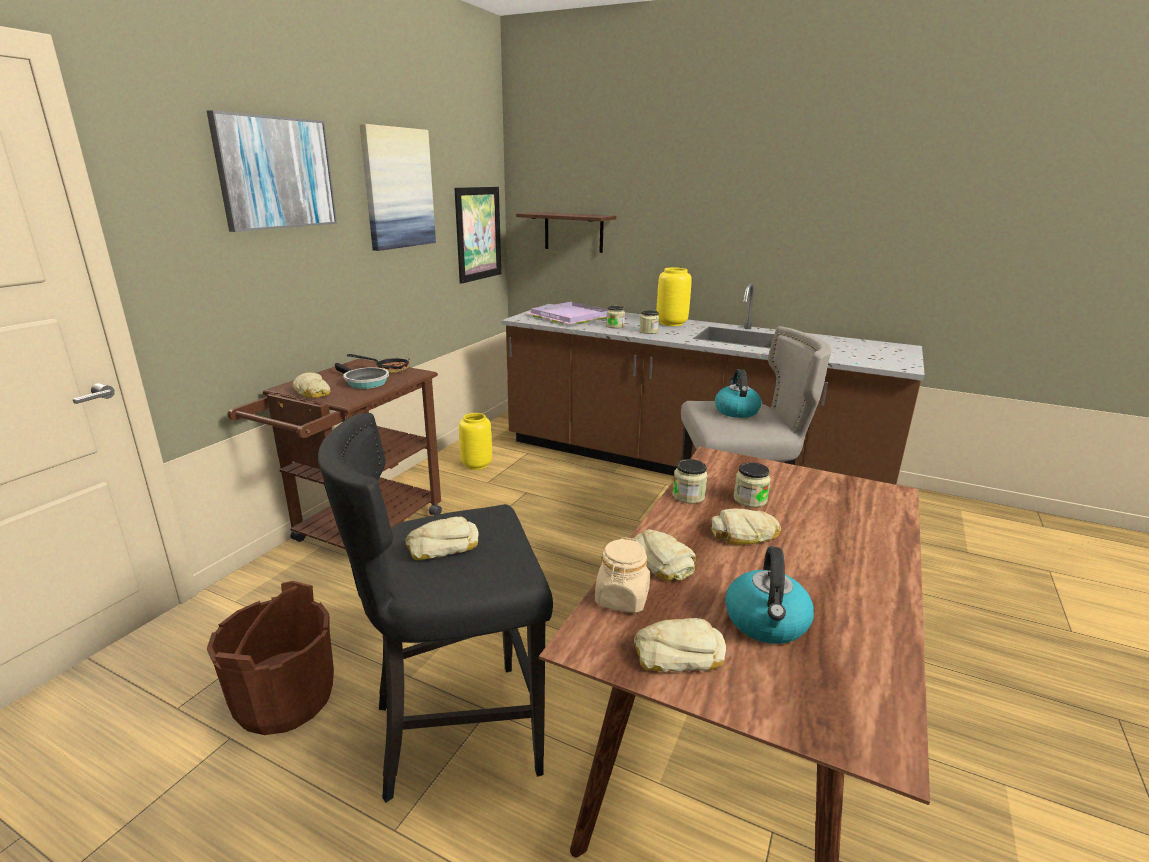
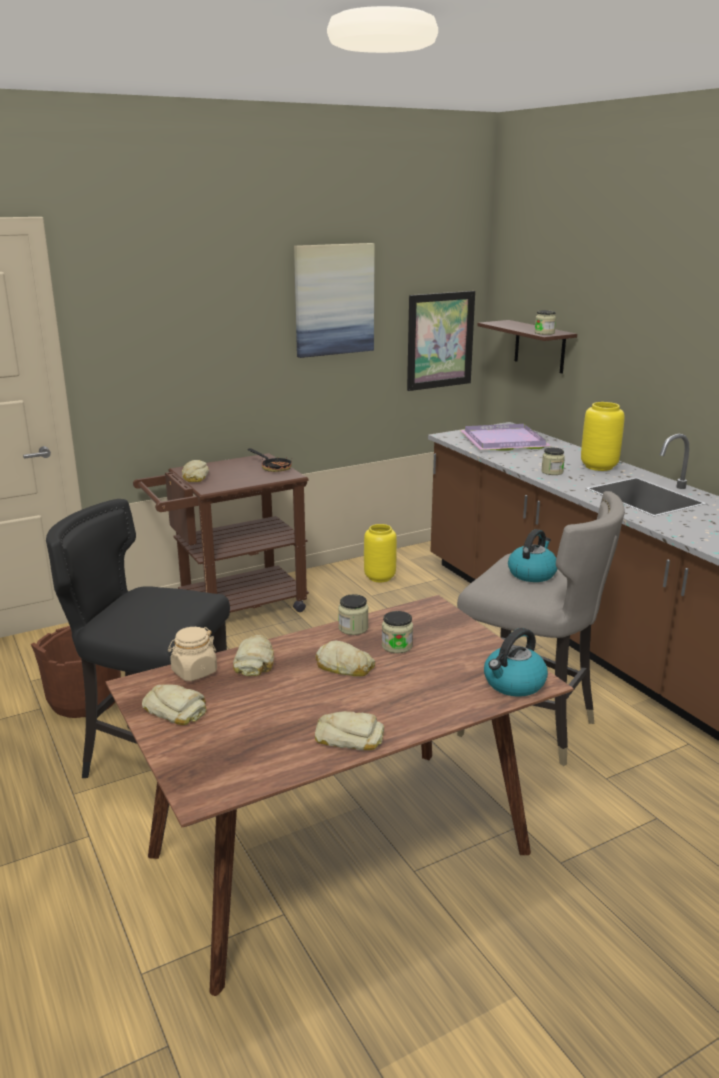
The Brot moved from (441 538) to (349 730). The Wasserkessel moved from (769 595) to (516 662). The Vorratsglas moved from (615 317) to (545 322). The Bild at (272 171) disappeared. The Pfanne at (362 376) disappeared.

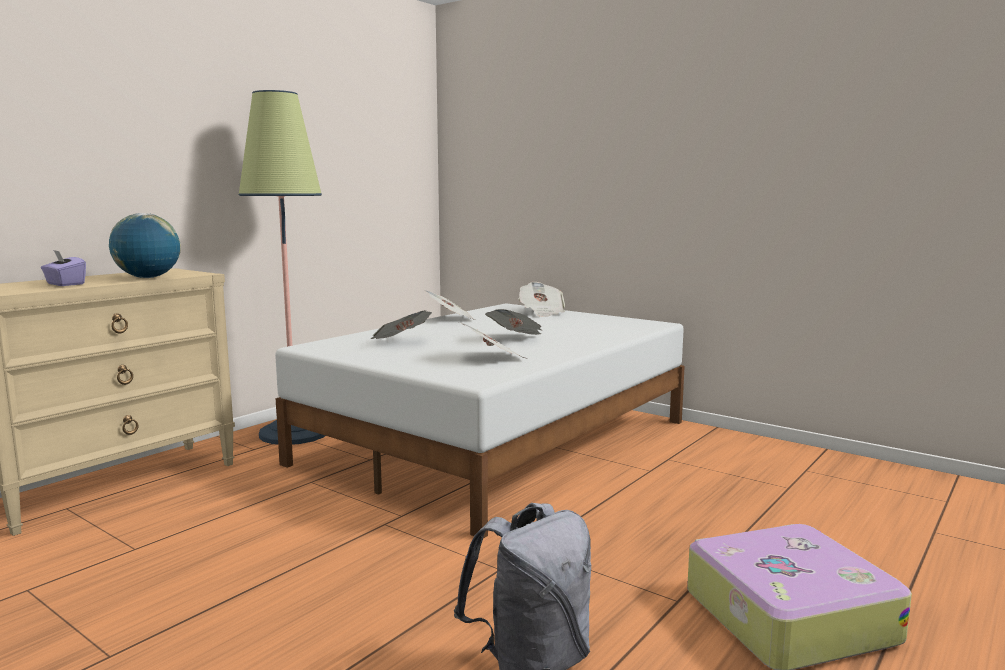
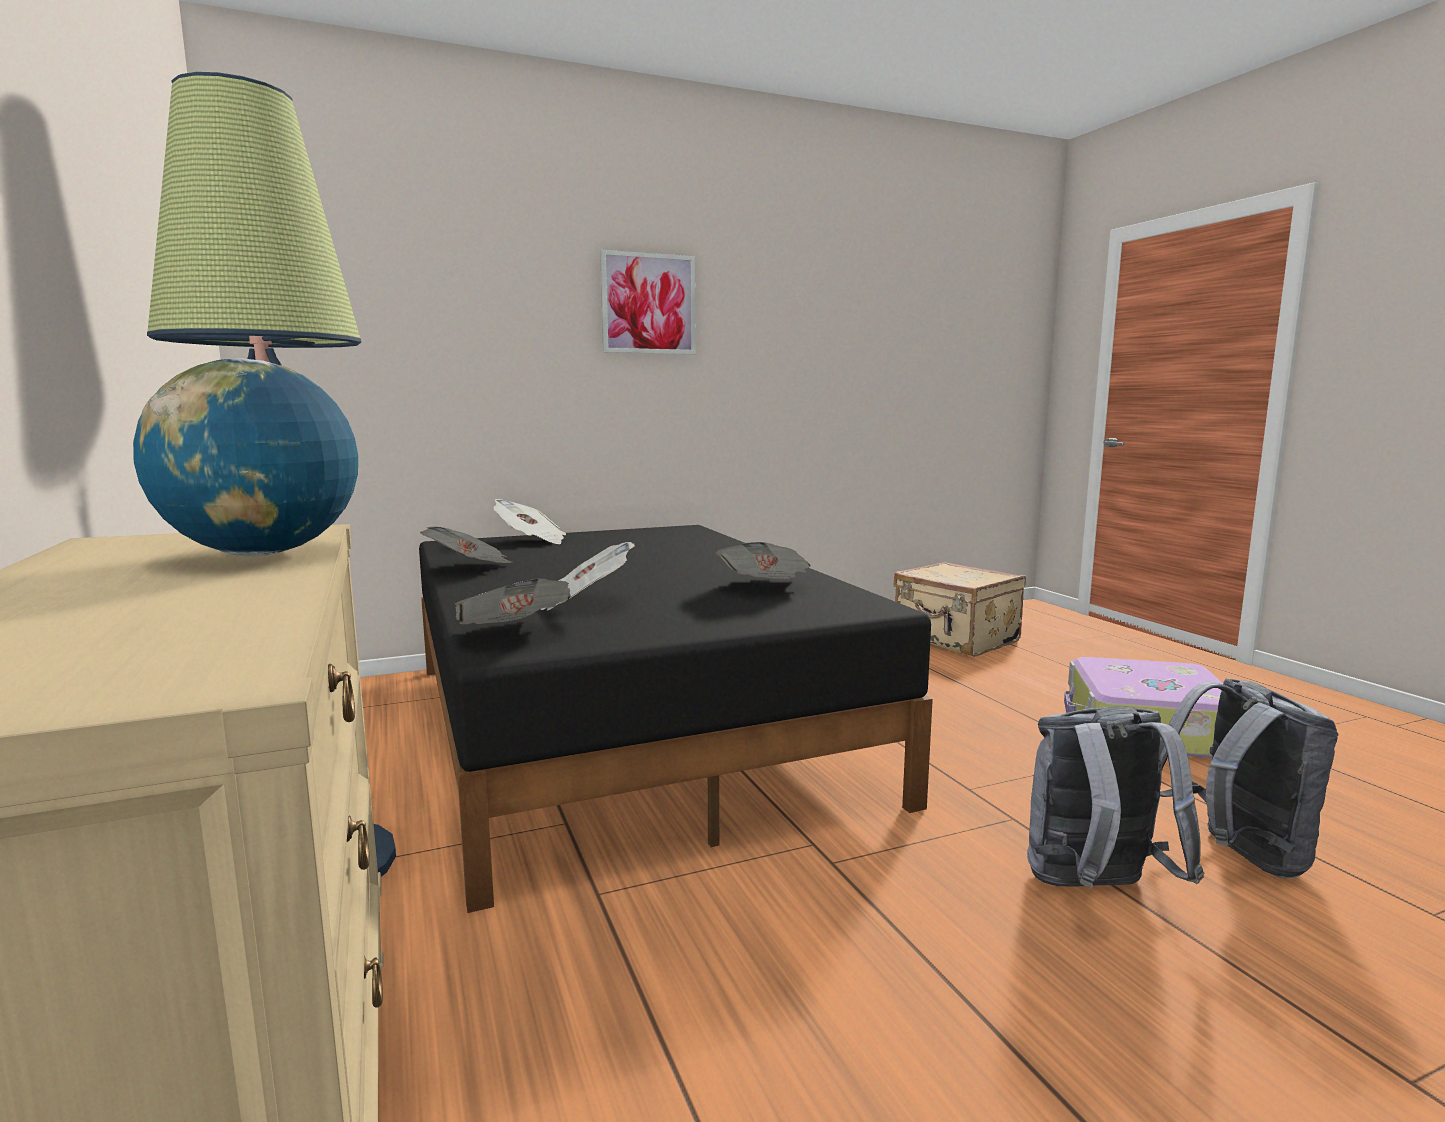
The Bett [weiß] at (480 421) became the Bett [schwarz] at (676 719). The Zeitung moved from (513 322) to (513 601). The Bild at (648 302) appeared. The Koffer [beige] at (959 609) appeared. The Rucksack [grau] at (1115 797) appeared. The Taschentuchbox [lila] at (63 268) disappeared.

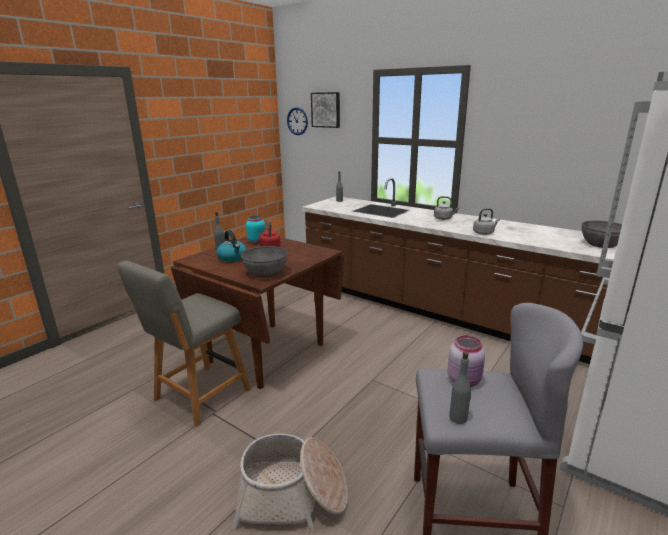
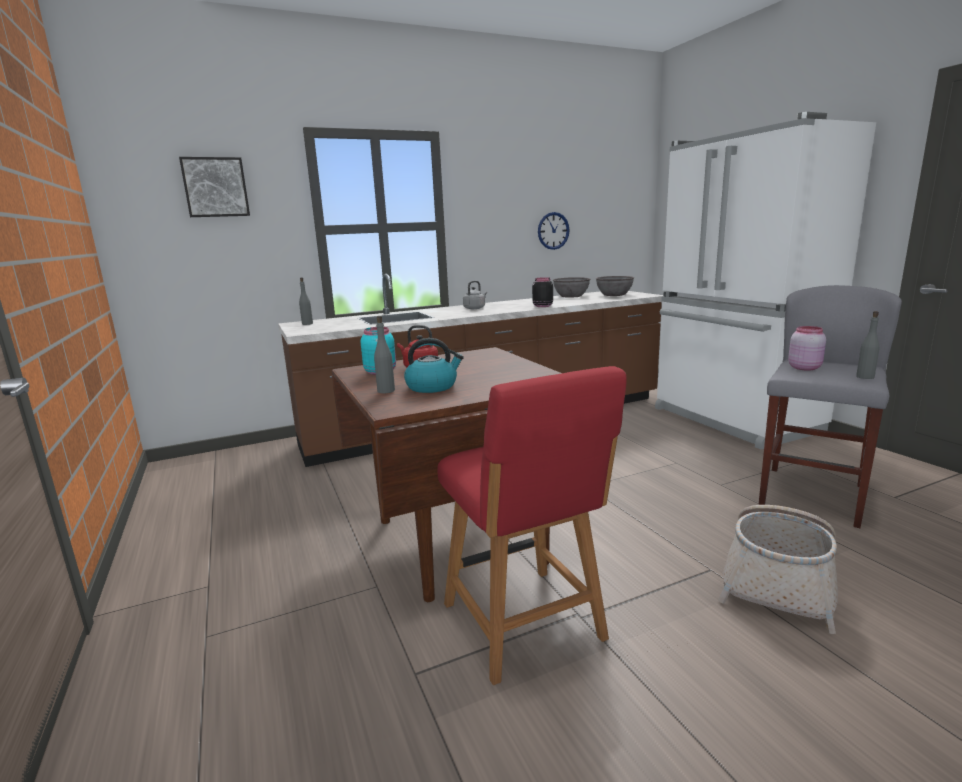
The Stuhl [grau] at (184 343) became the Stuhl [rot] at (532 525). The Wasserkessel [grau] at (486 221) was replaced by the Vorratsglas [schwarz] at (542 292). The Wanduhr moved from (297 121) to (554 231). The Schüssel [grau] moved from (264 262) to (571 287).

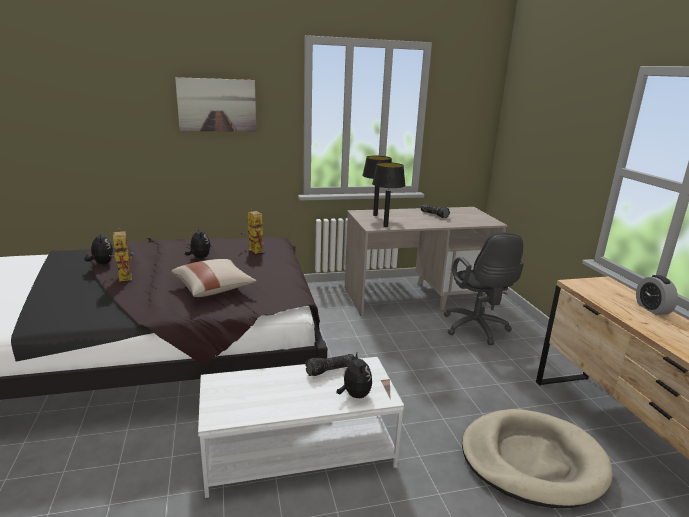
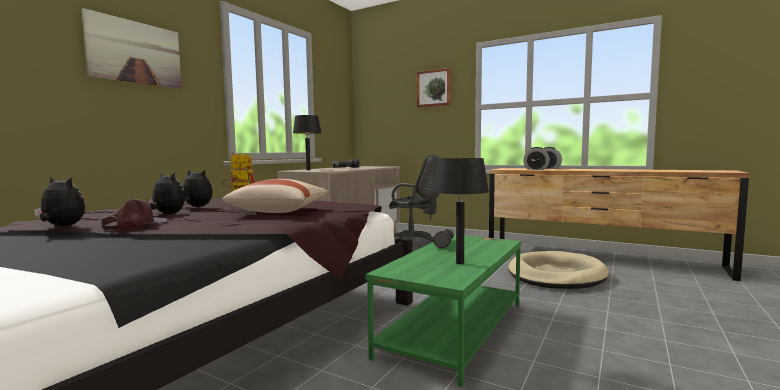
The Spielzeugroboter at (121 255) was replaced by the Kappe [braun] at (134 214). The Plüschtier moved from (354 374) to (166 193). The Couchtisch [weiß] at (301 427) became the Couchtisch [grün] at (443 310). The Bild at (434 87) appeared. The Tischlampe [schwarz] moved from (388 194) to (461 211). The Wecker at (536 158) appeared.

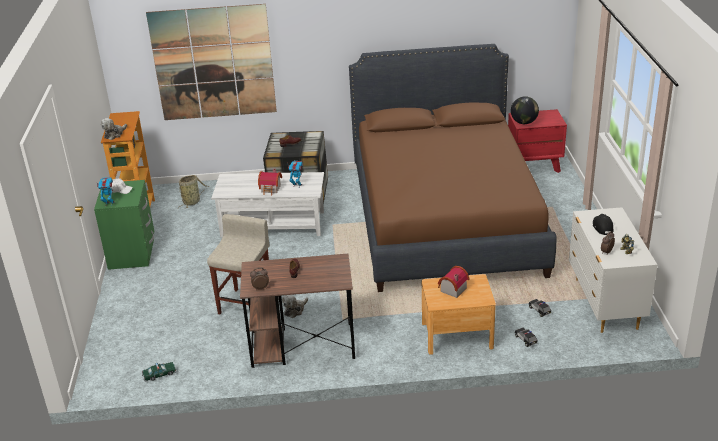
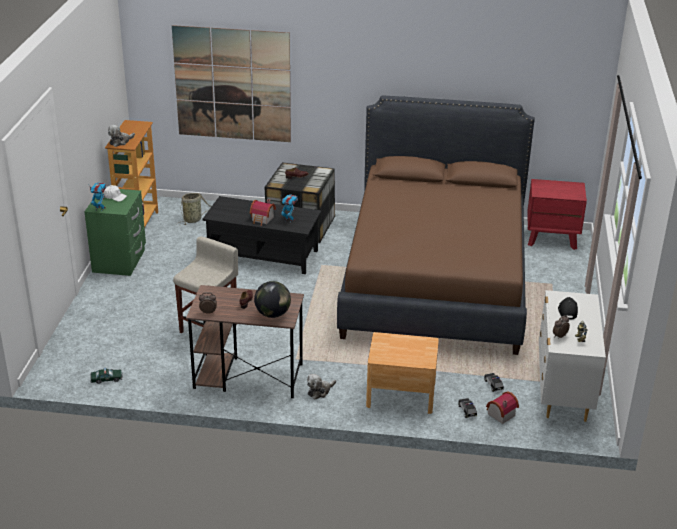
The Couchtisch [weiß] at (267 204) became the Couchtisch [schwarz] at (261 235). The Globus moved from (525 110) to (272 299). The Plüschtier moved from (295 306) to (321 386). The Spielzeughaus moved from (453 282) to (502 407).

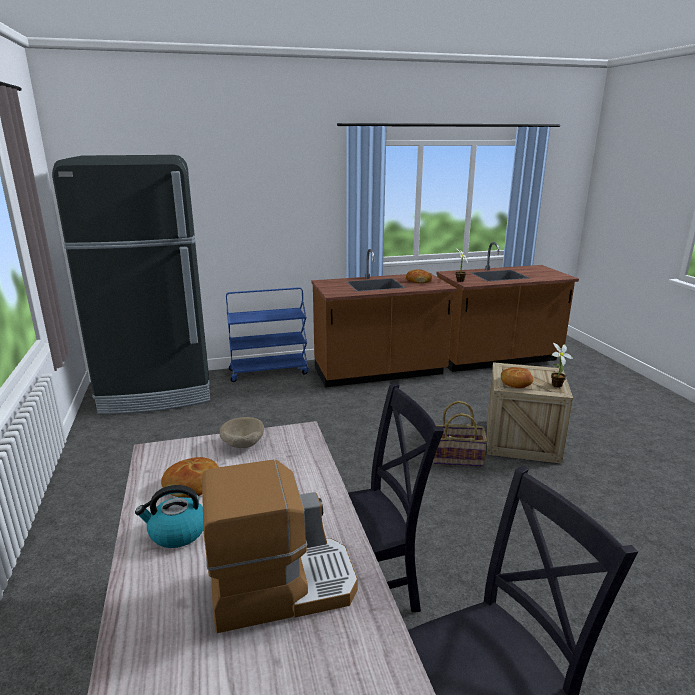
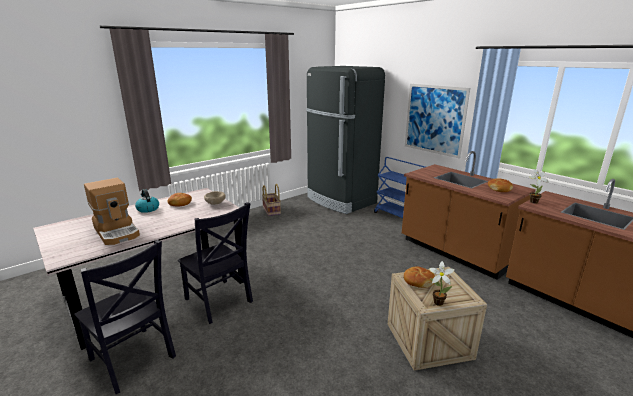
The Korb moved from (460 434) to (271 200). The Bild at (437 121) appeared.

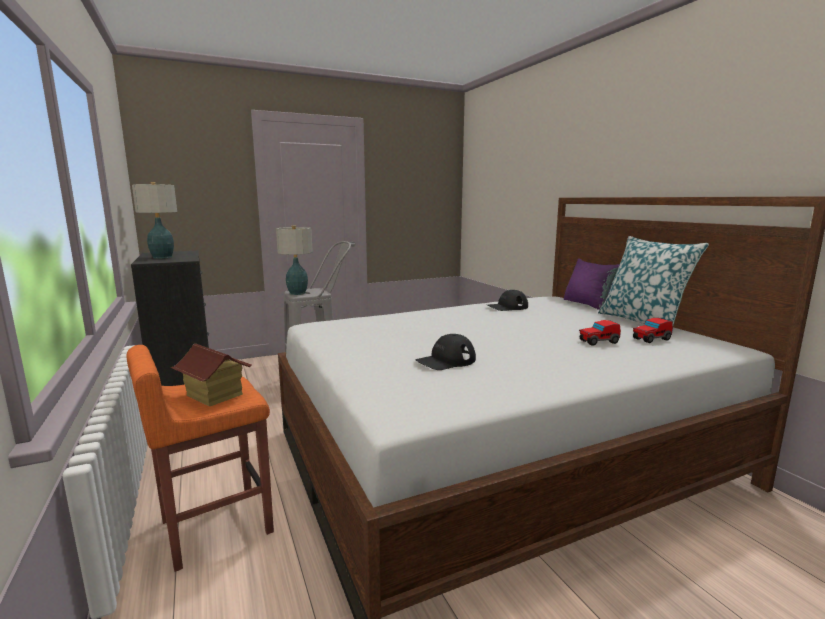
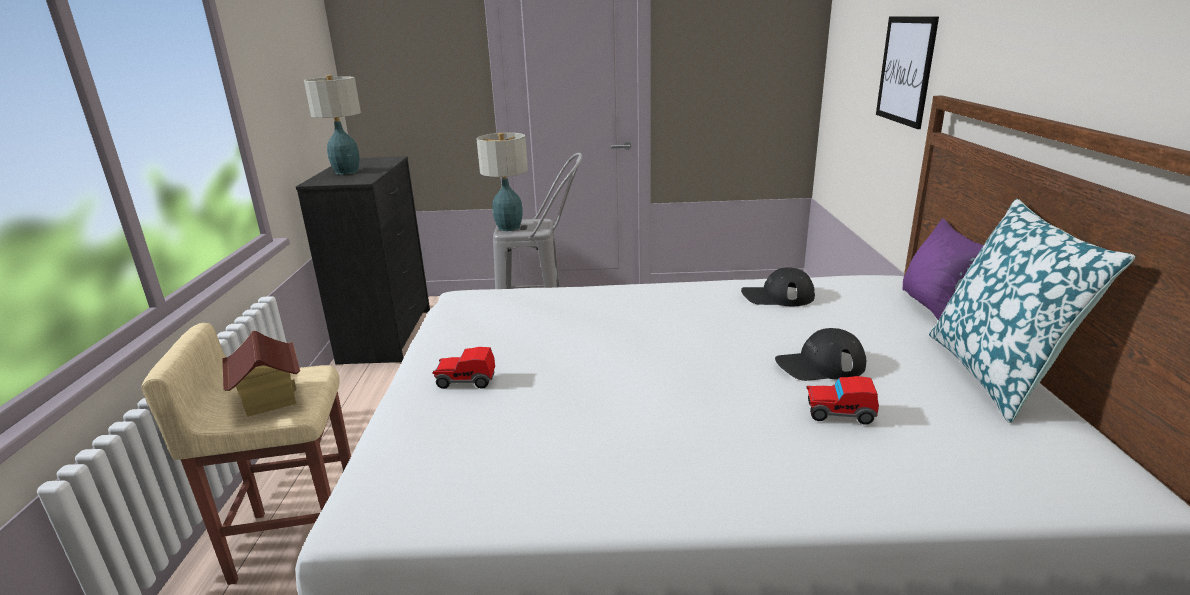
The Hocker [orange] at (200 458) became the Hocker [beige] at (246 454). The Spielzeugauto moved from (653 330) to (463 368). The Kappe [schwarz] moved from (445 352) to (820 354). The Bild at (907 72) appeared.

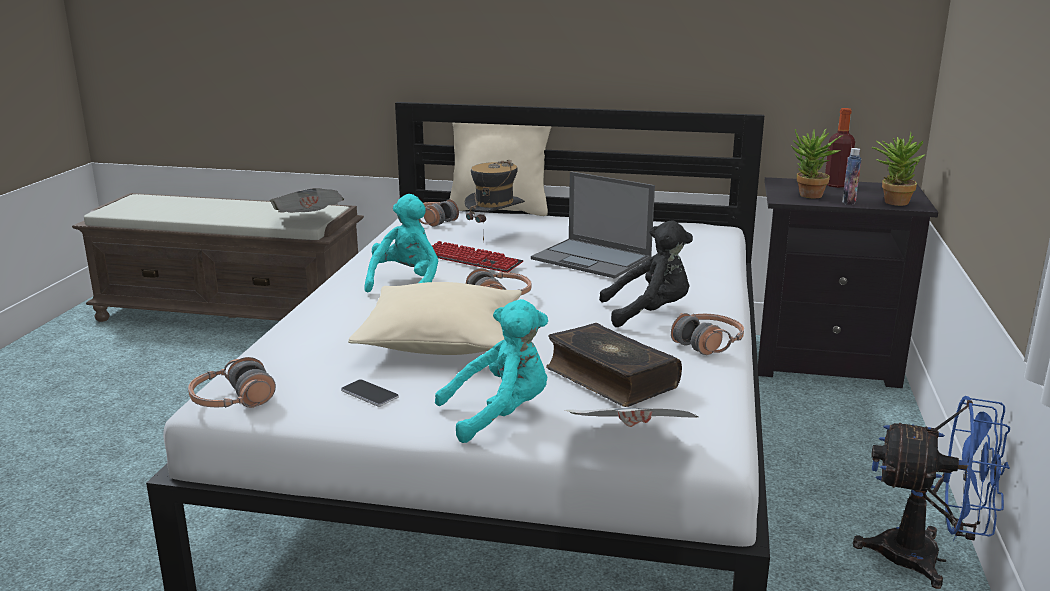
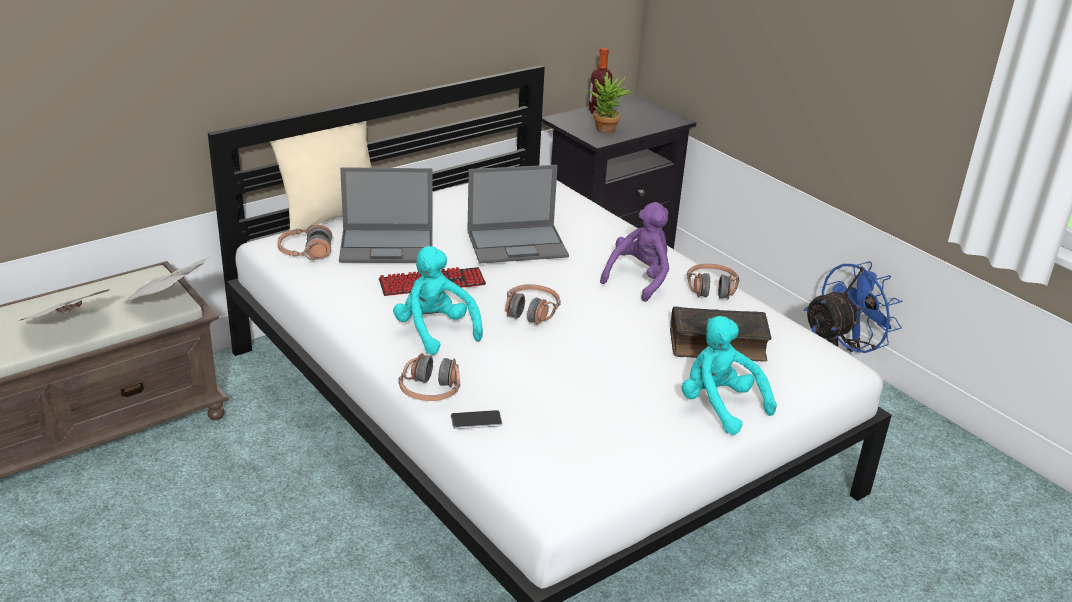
The Zeitung moved from (631 417) to (64 305). The Hut at (495 201) was replaced by the Laptop at (386 215). The Kopfhörer moved from (232 382) to (429 377). The Handy moved from (370 393) to (476 419). The Plüschtier [schwarz] at (646 273) became the Plüschtier [lila] at (634 252). The Plüschtier [türkis] at (491 371) turned 60 degrees counterclockwise. The Kissen [beige] at (435 318) disappeared. The Flasche at (851 176) disappeared. The Topfpflanze at (898 169) disappeared.

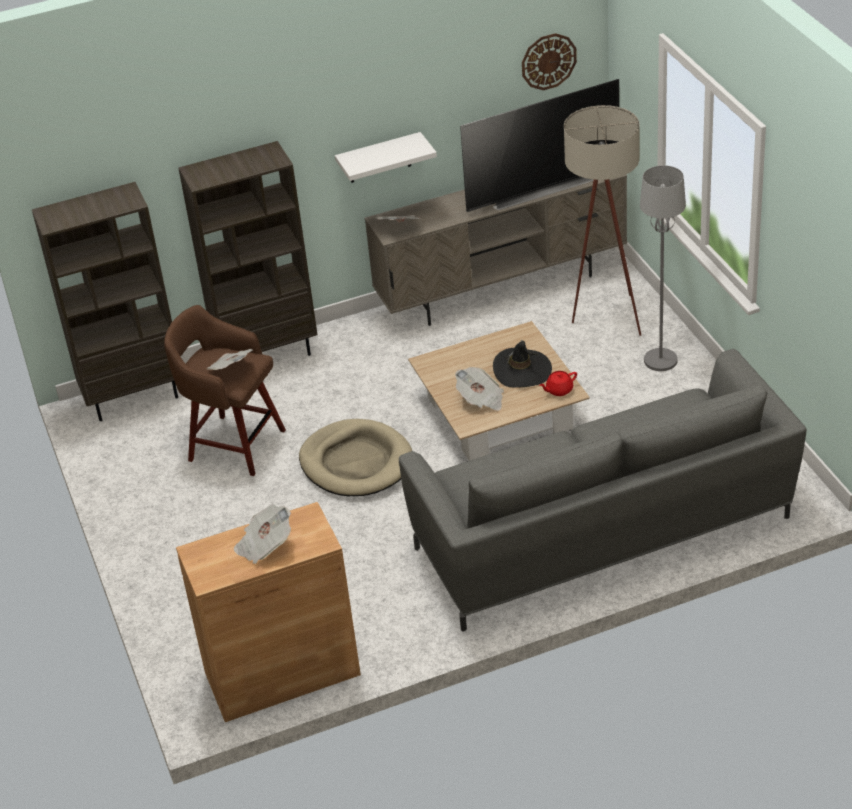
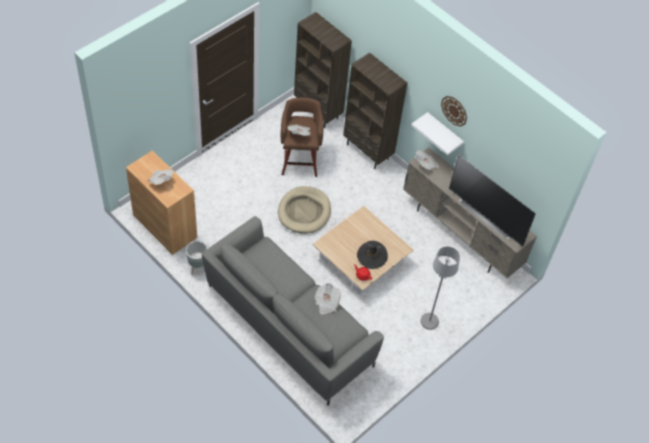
The Pflanzkübel [grau] at (197 258) appeared. The Zeitung moved from (479 389) to (328 298). The Wanduhr moved from (549 61) to (454 111). The Stehlampe [beige] at (602 220) disappeared.

